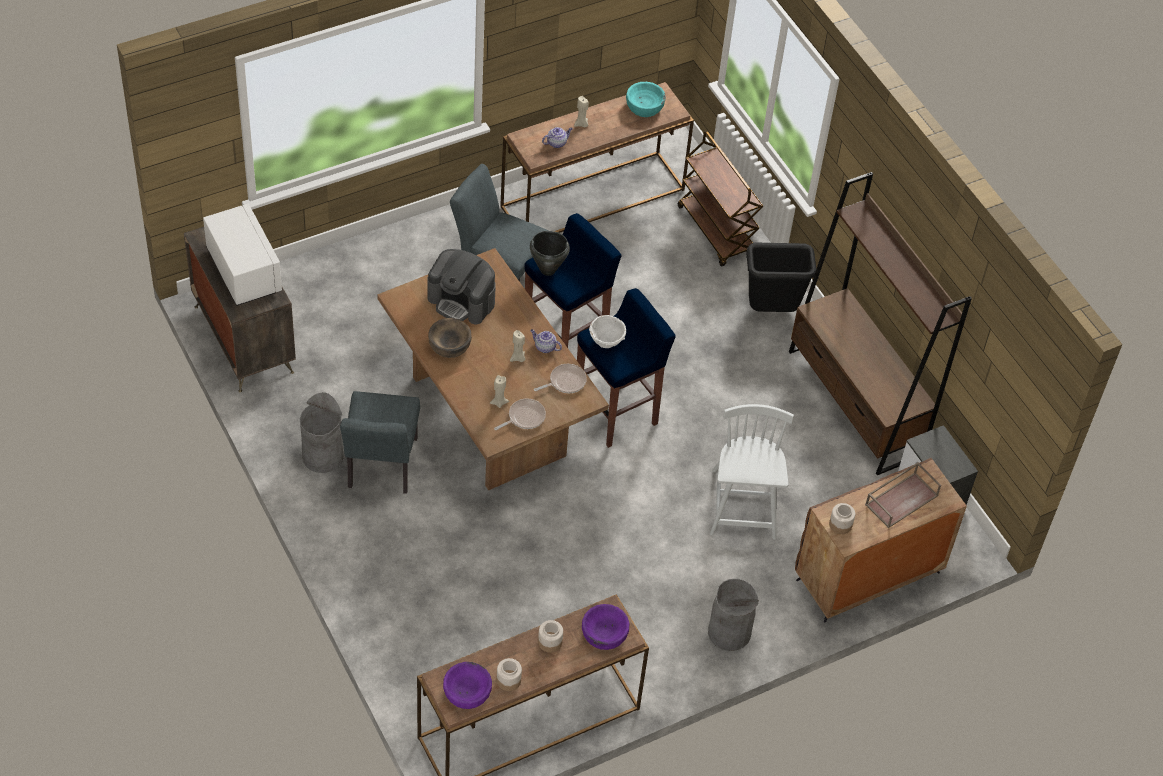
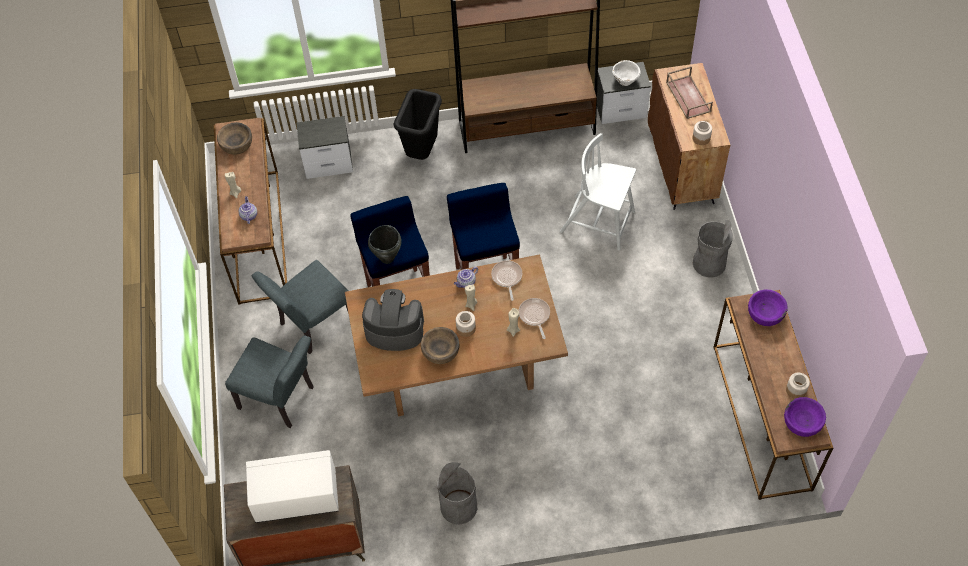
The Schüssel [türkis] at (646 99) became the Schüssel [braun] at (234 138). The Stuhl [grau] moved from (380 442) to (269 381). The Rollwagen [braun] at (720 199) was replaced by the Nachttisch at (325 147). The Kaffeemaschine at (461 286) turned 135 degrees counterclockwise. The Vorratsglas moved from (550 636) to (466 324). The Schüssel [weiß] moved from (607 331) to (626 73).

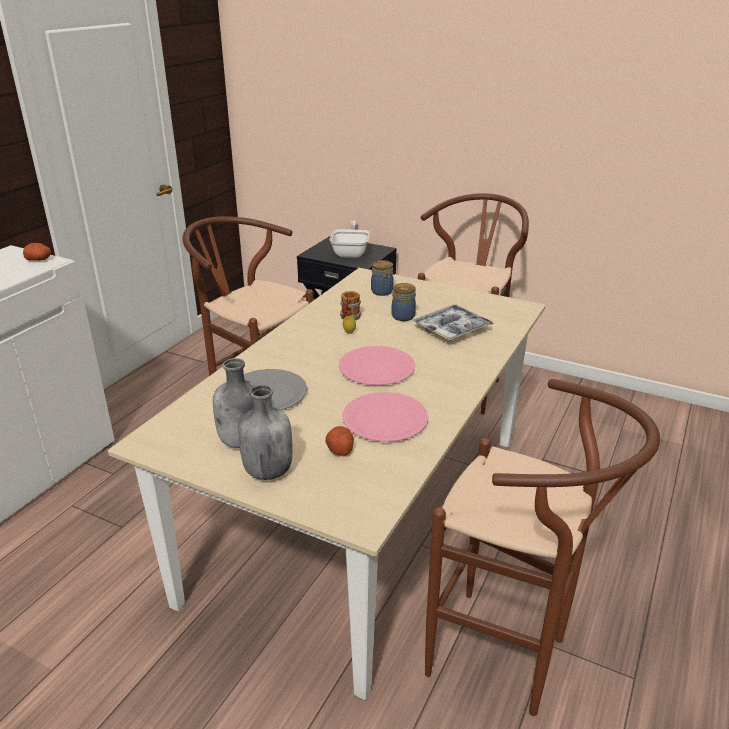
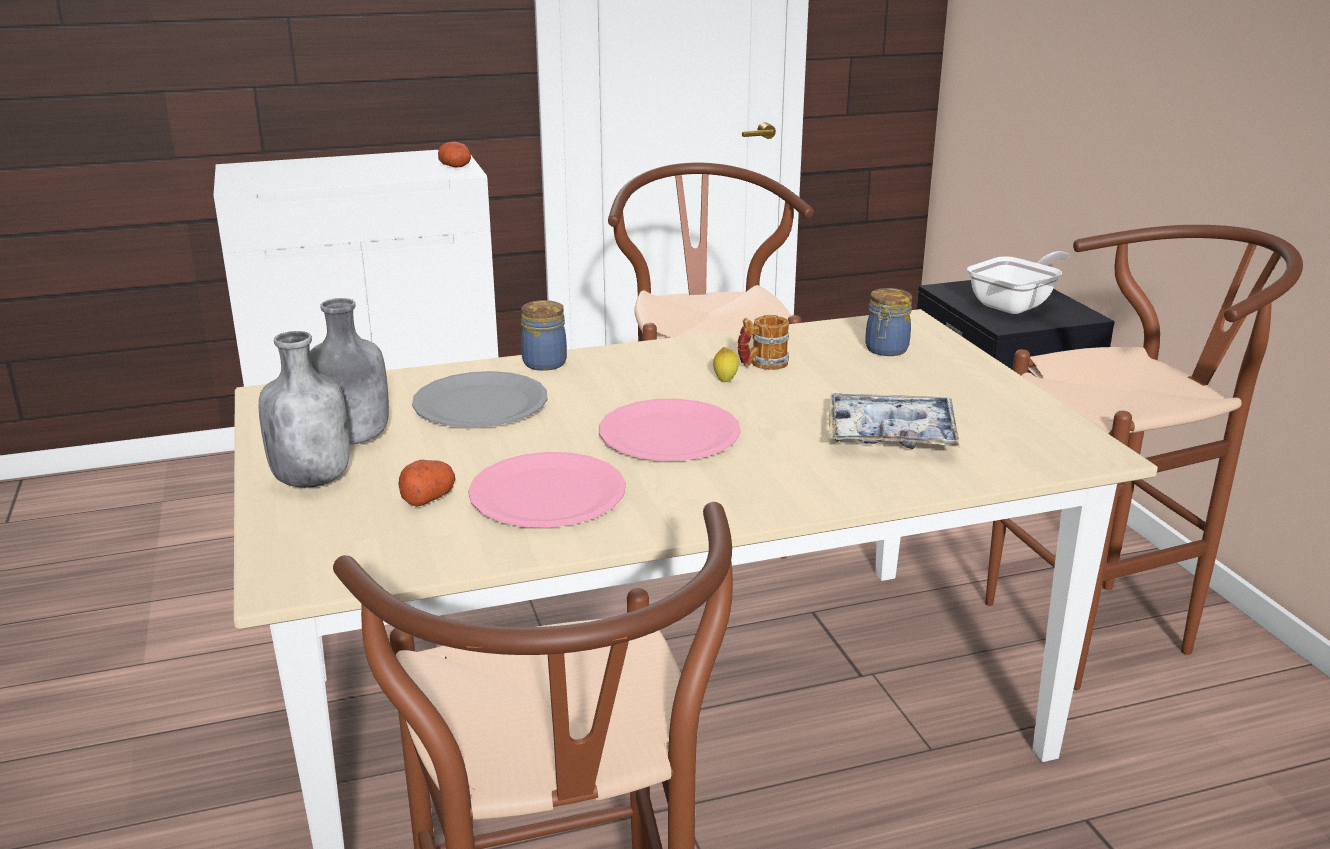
The Vorratsglas moved from (403 302) to (544 335).

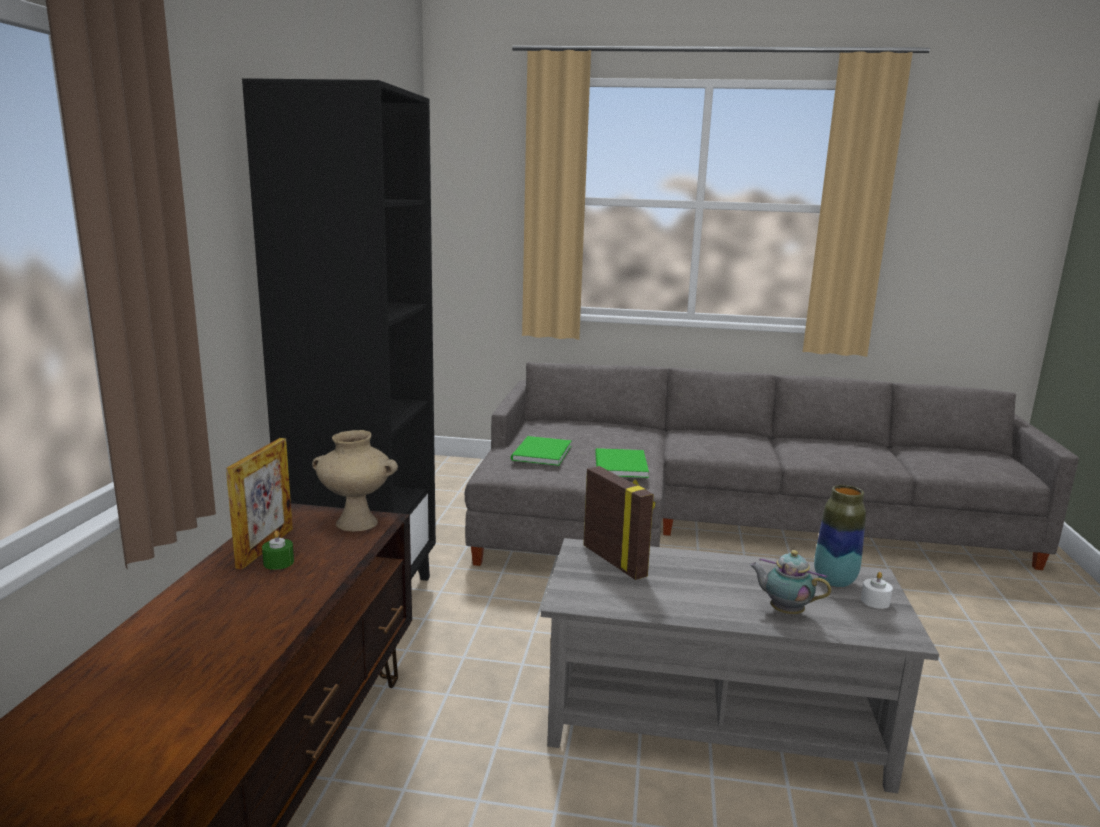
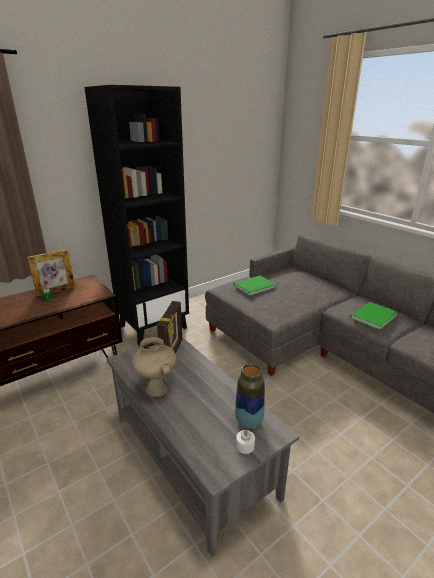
The Vase [beige] moved from (355 481) to (154 367). The Buch [grün] moved from (622 463) to (374 316). The Teekanne at (790 582) disappeared.

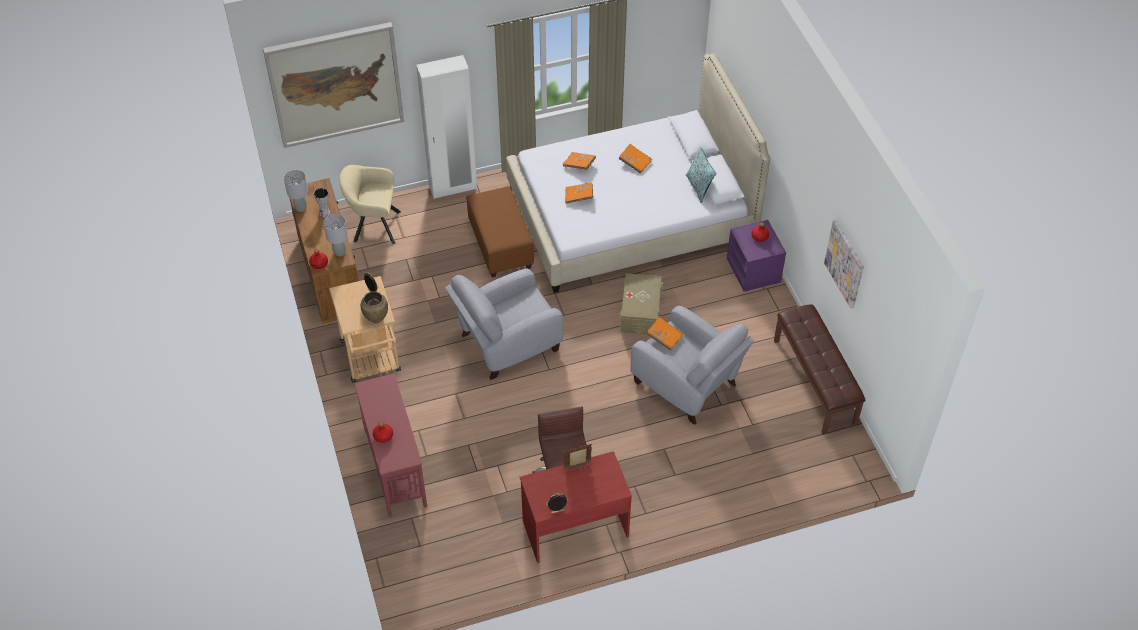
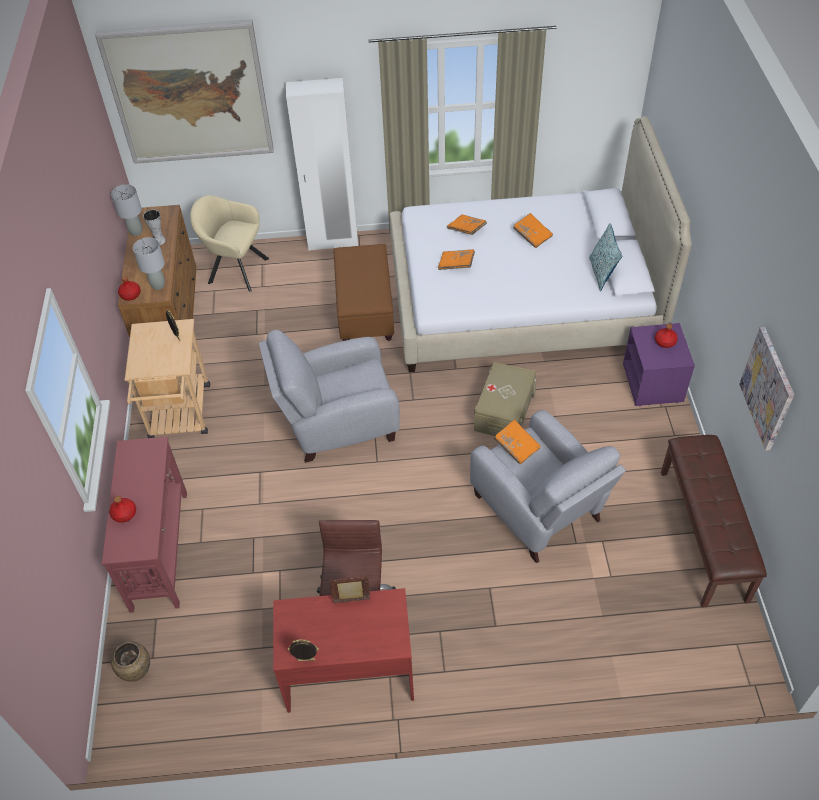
The Vase [braun] moved from (374 307) to (130 662).

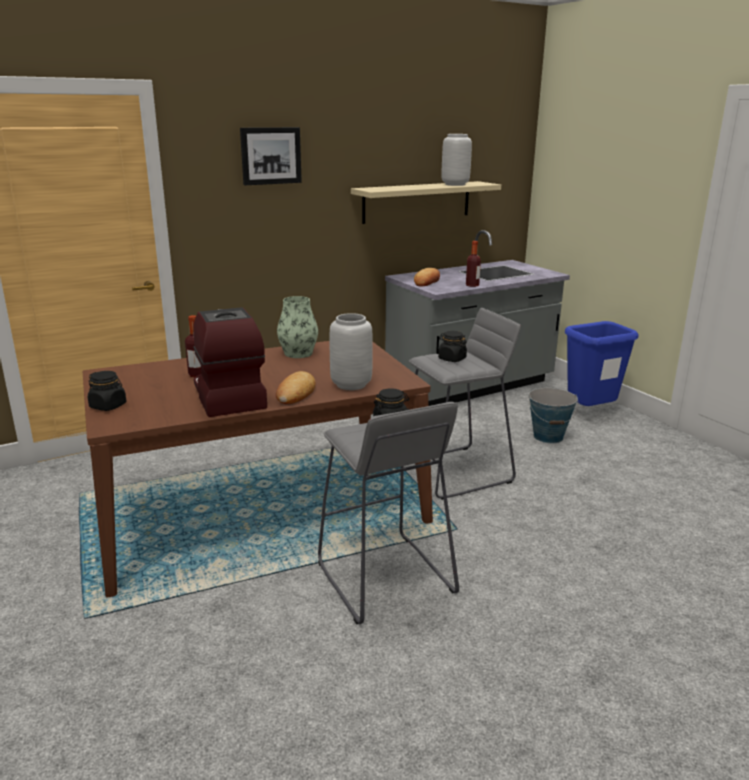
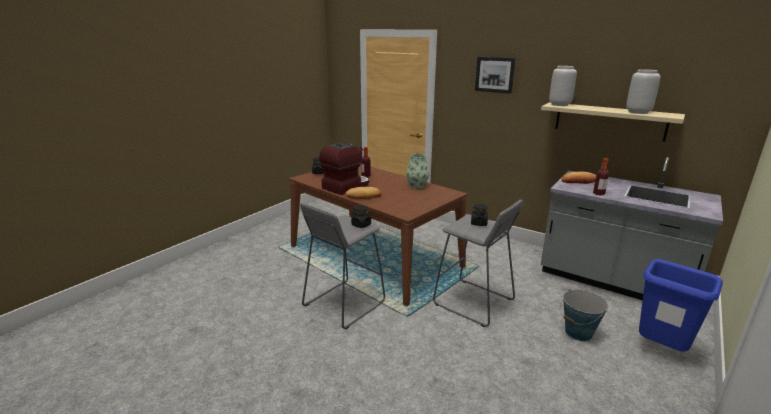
The Vase [grau] moved from (351 351) to (563 86).

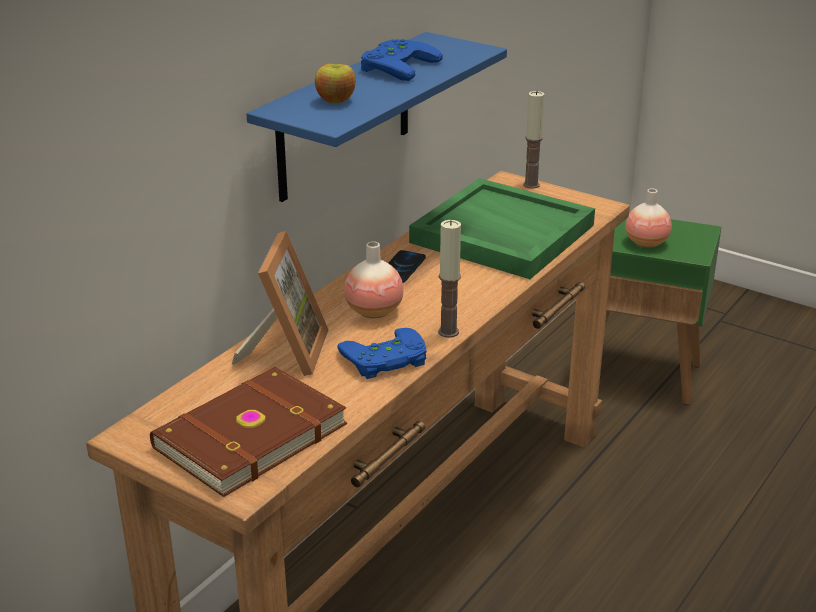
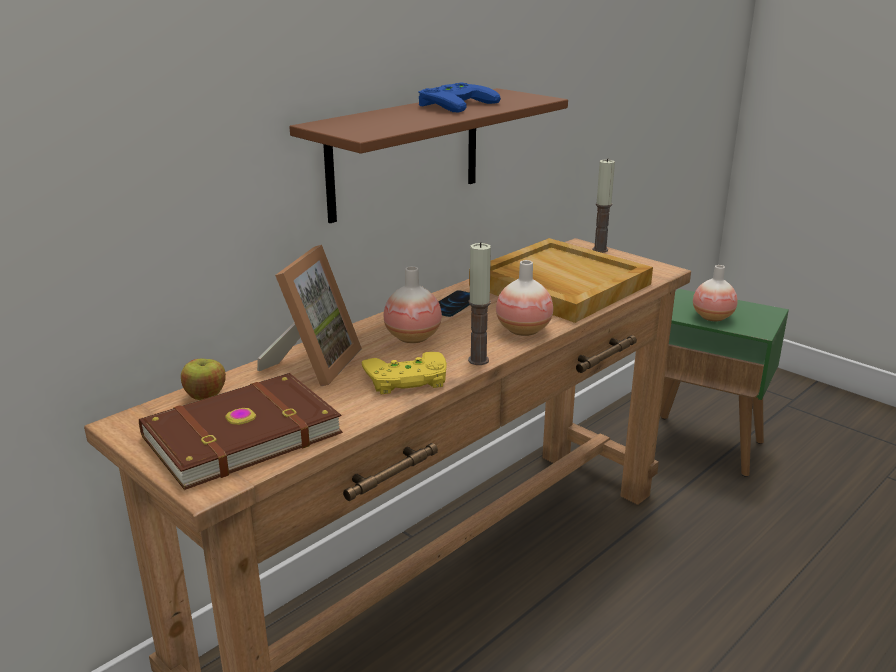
The Apfel moved from (335 84) to (203 379). The Wandregal [blau] at (376 117) became the Wandregal [braun] at (429 155). The Gamepad [blau] at (382 353) became the Gamepad [gelb] at (404 373). The Tablett [grün] at (502 228) became the Tablett [beige] at (561 280). The Vase at (524 298) appeared.

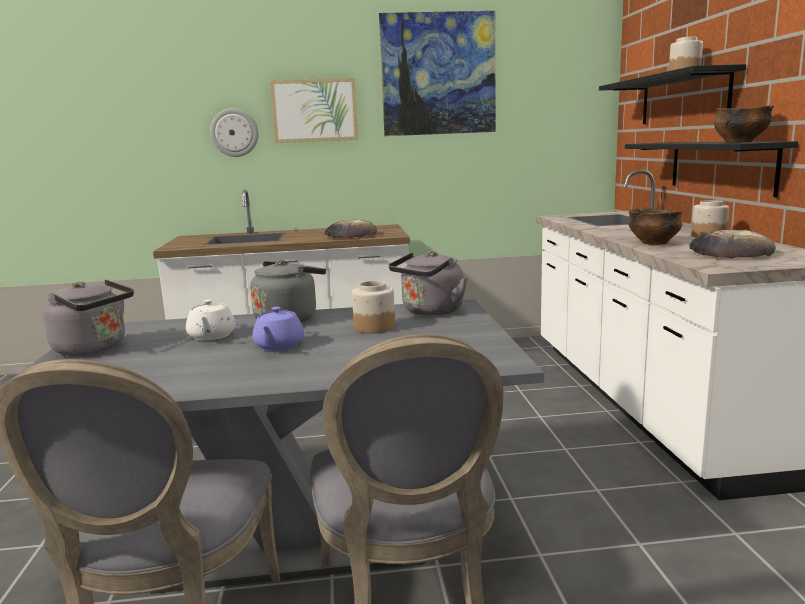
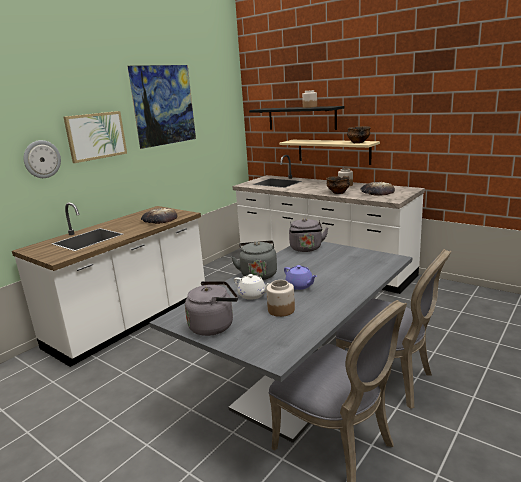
The Vorratsglas moved from (373 307) to (280 298). The Wandregal [schwarz] at (711 169) became the Wandregal [beige] at (329 152).

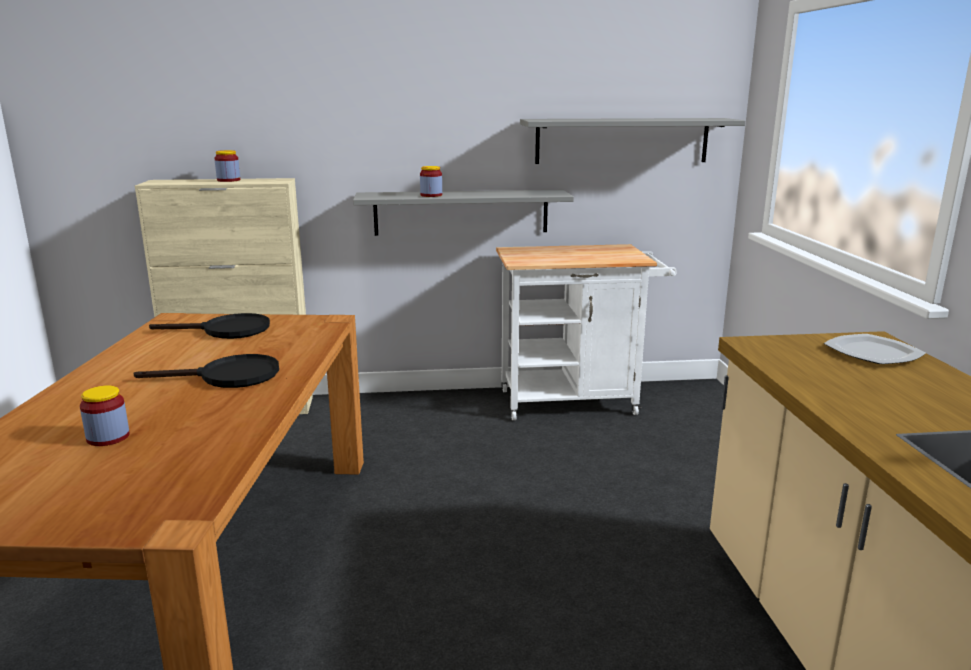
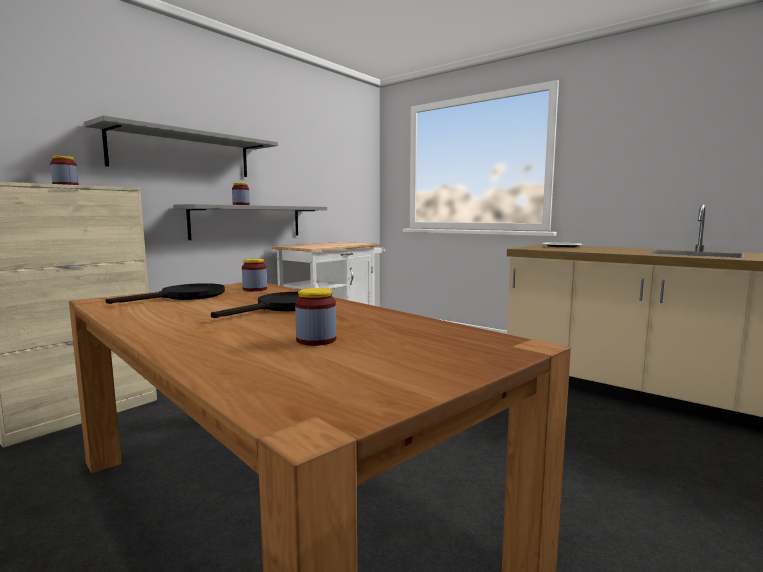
The Wandregal [grau] moved from (632 141) to (181 146). The Vorratsglas at (254 275) appeared.

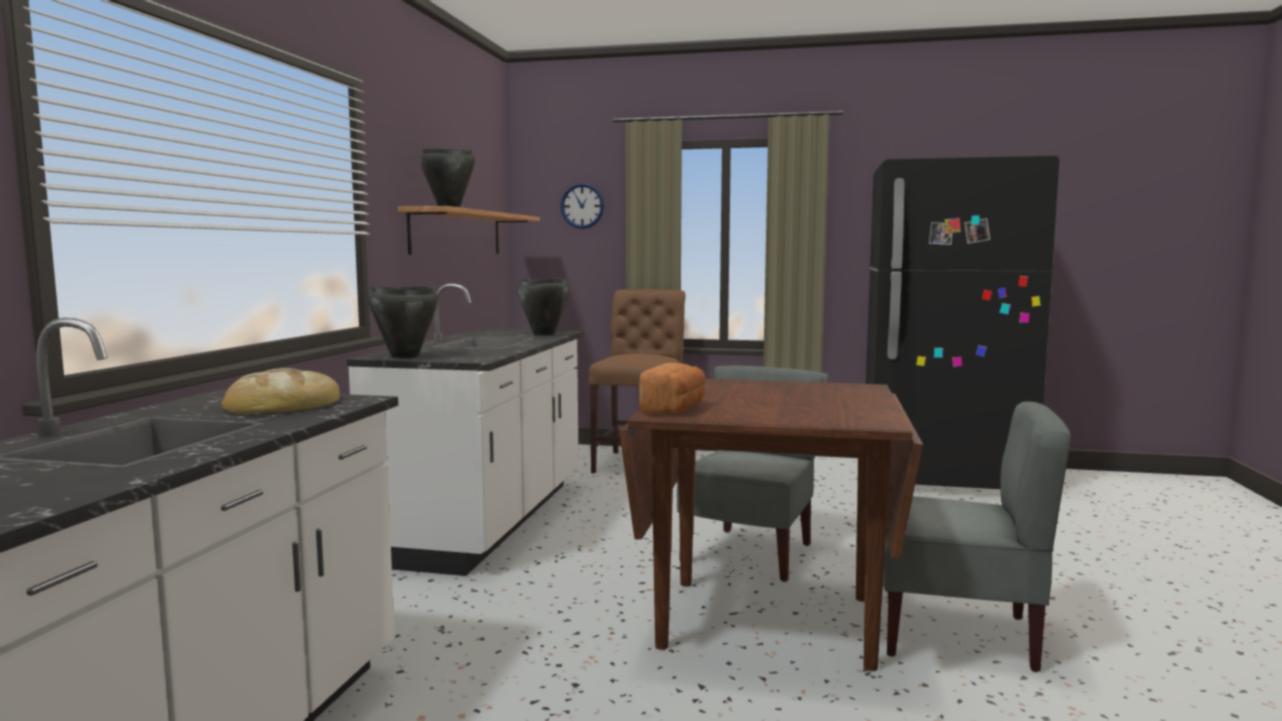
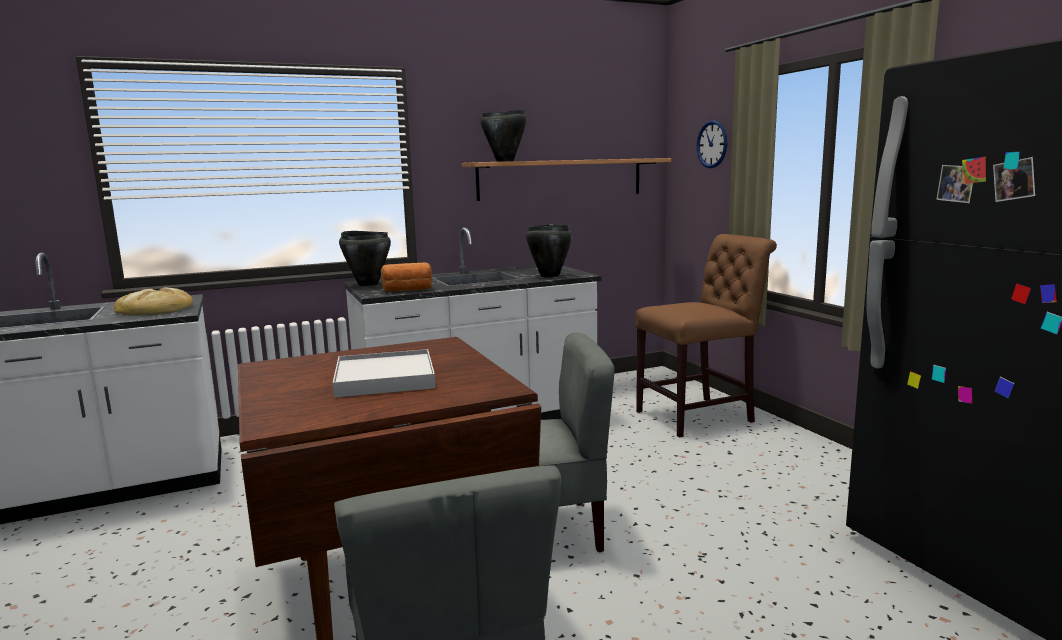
The Tablett [weiß] at (384 373) appeared. The Brot moved from (672 388) to (406 277).

